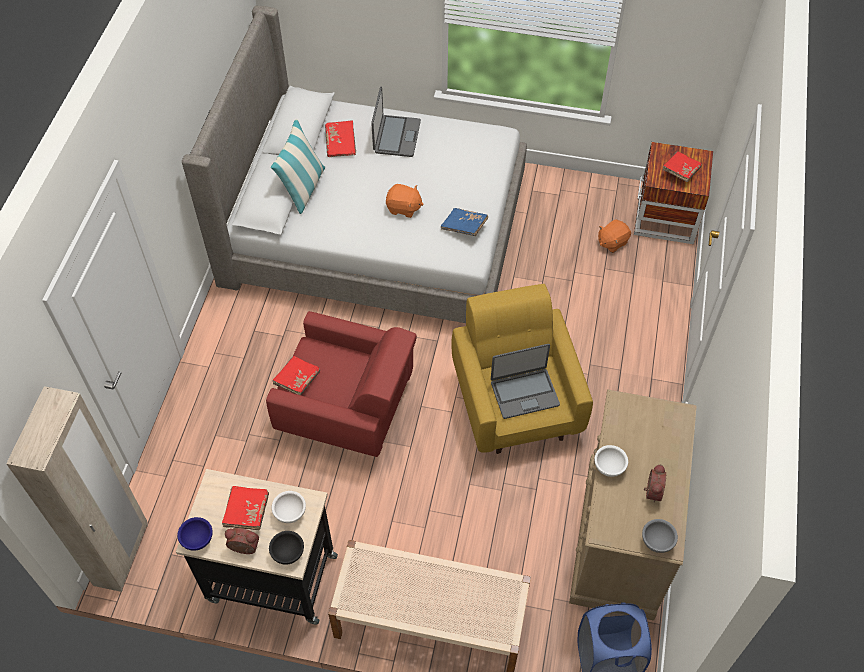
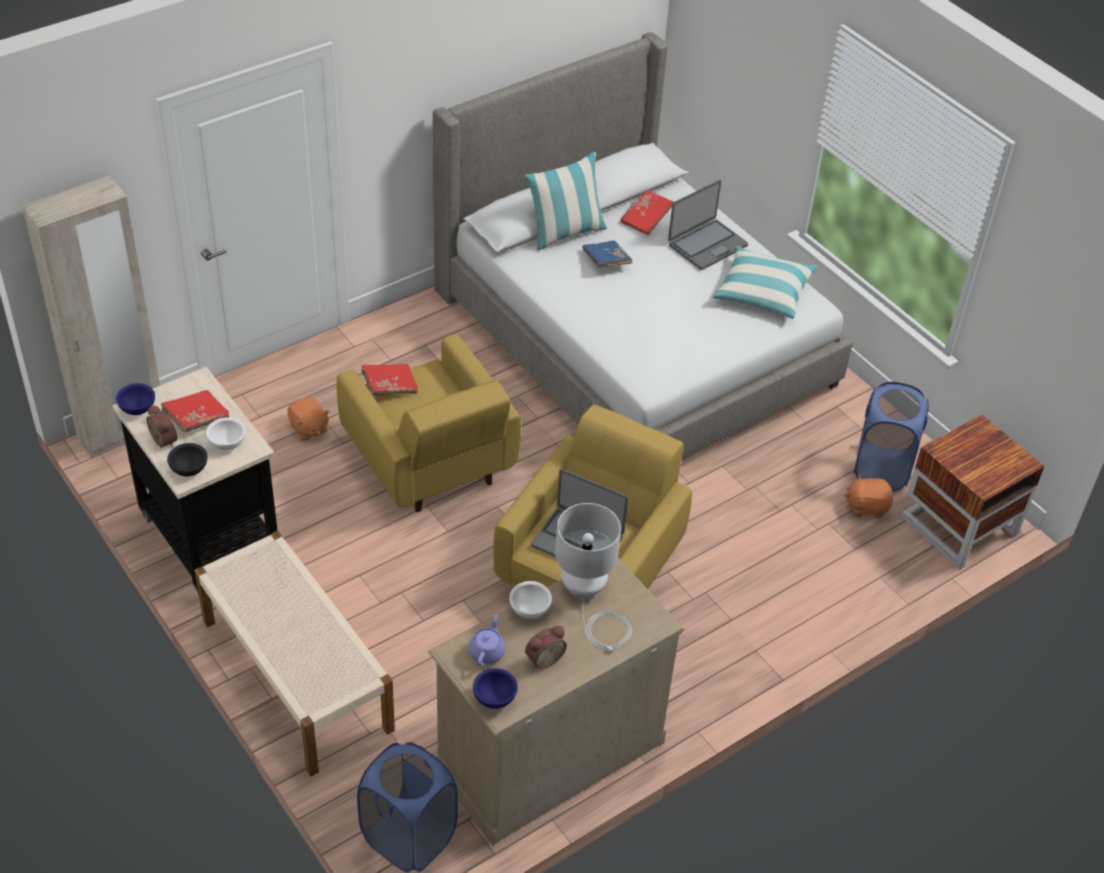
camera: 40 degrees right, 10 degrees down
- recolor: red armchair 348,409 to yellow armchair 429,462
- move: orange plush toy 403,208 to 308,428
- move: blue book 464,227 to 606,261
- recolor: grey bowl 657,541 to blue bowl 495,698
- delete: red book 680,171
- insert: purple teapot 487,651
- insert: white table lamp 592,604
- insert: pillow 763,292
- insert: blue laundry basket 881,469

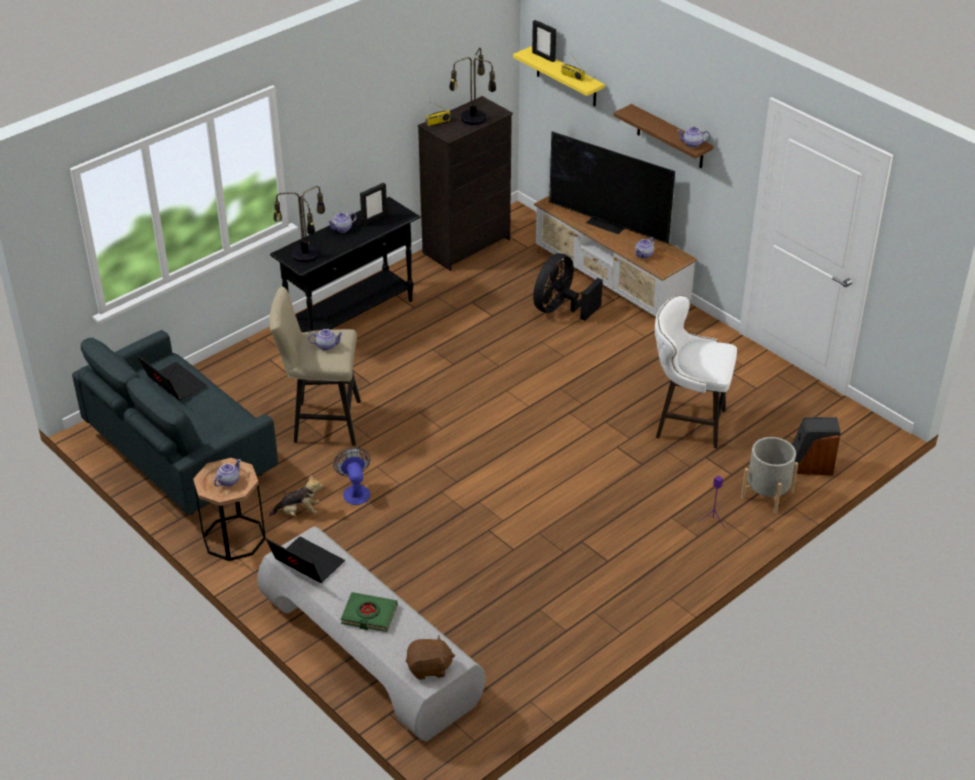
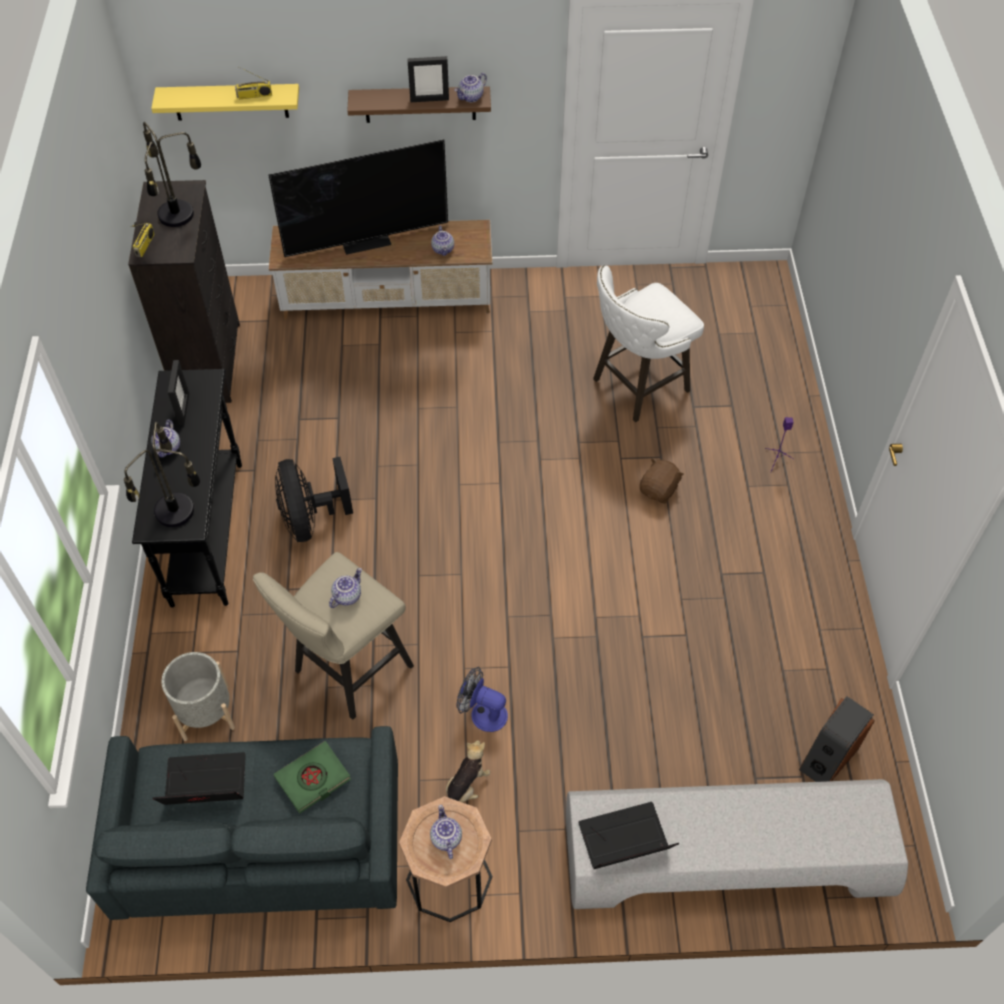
camera: 50 degrees left, 15 degrees up
- move: green book 369,615 to 313,779
- move: brown plush toy 429,668 to 659,490
- move: picture frame 544,56 to 429,99
- move: black fan 561,309 to 310,519
- move: grey planter 767,495 to 206,712
- move: speaker 810,466 to 828,757

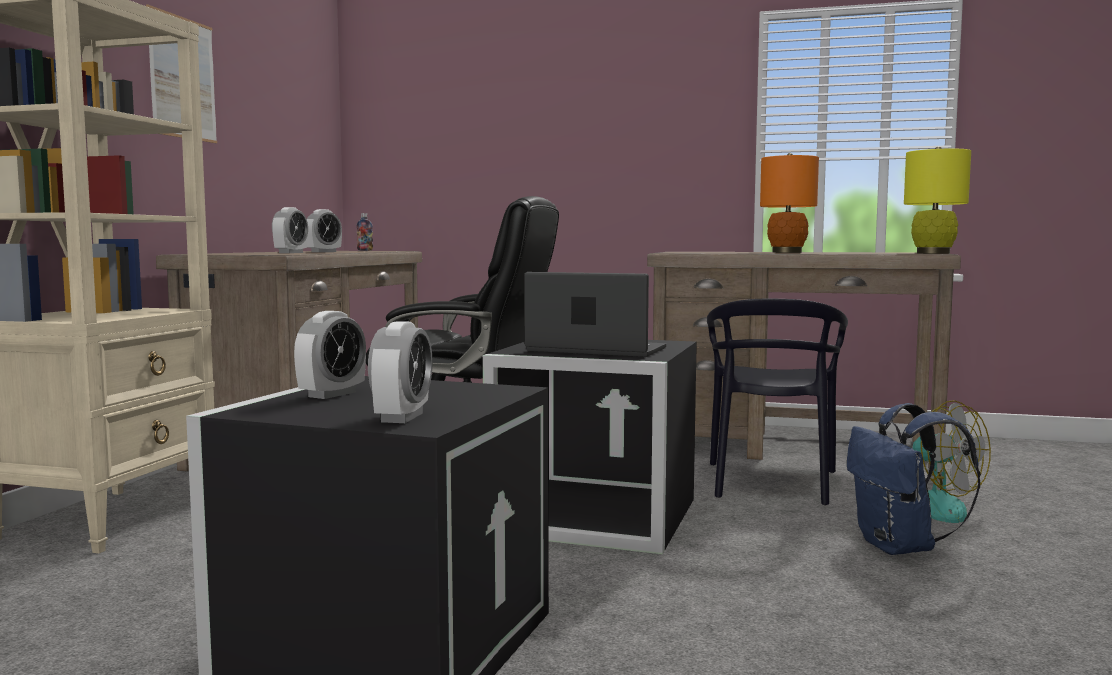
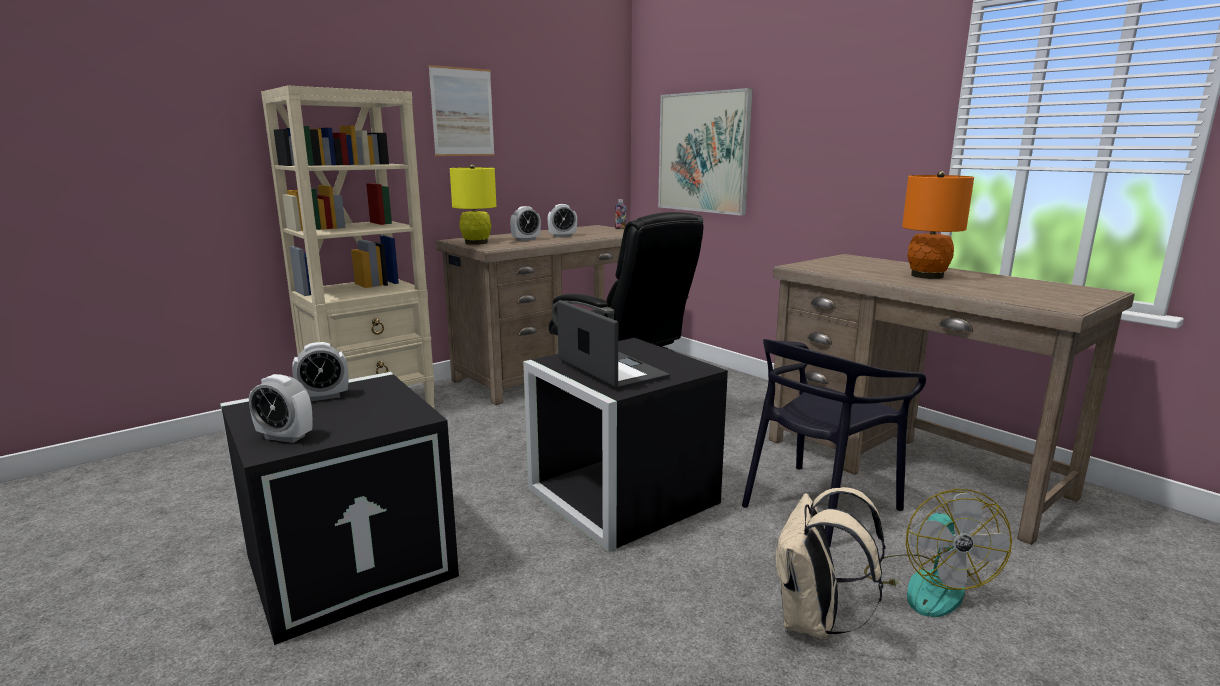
camera: 35 degrees right, 10 degrees up
- rotate: alarm clock 402,417 = 285,437 60 degrees clockwise
- recolor: blue backpack 900,547 to beige backpack 813,622
- move: yellow table lamp 932,253 to 476,243
- insert: picture 703,152

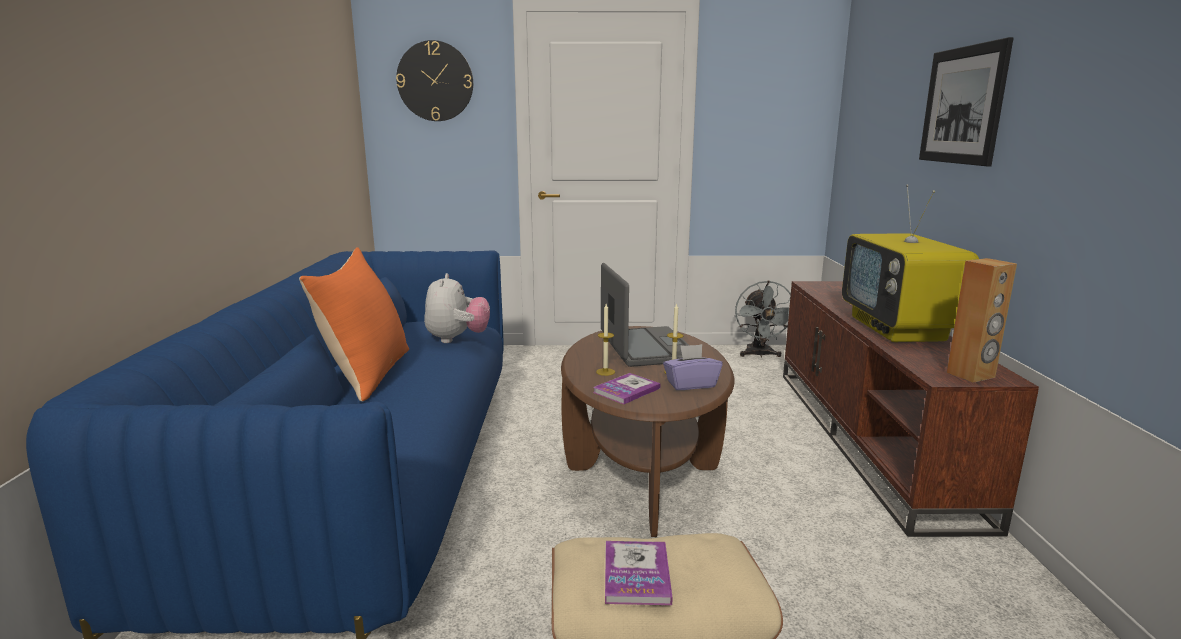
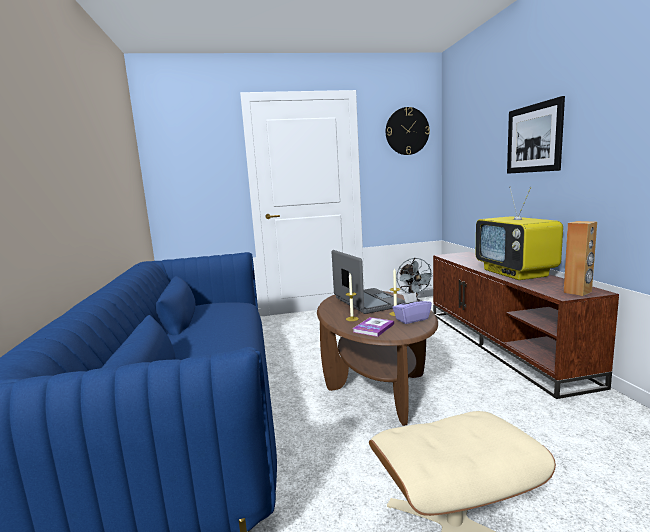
camera: 10 degrees left, 5 degrees down
- delete: orange pillow 368,374
- move: wall clock 435,81 to 407,131
- delete: plush toy 457,339
- delete: book 636,574

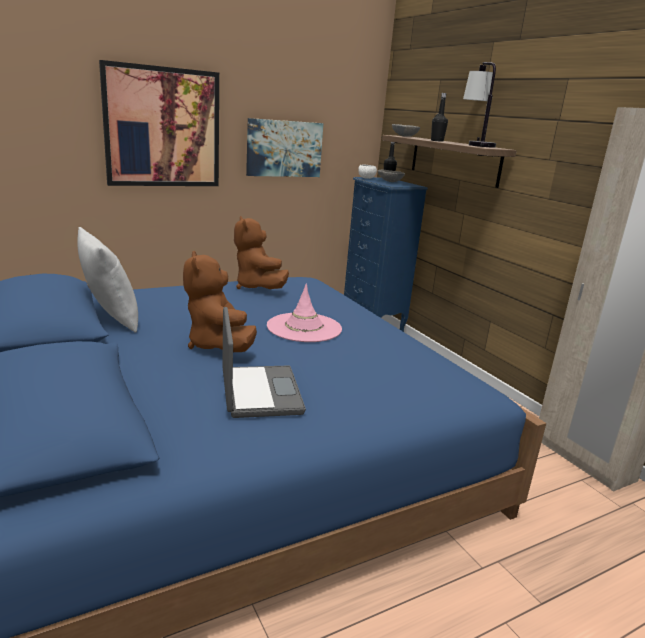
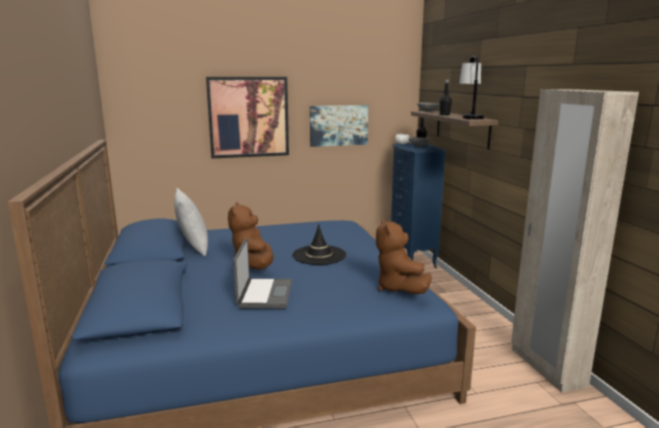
camera: 15 degrees right, 5 degrees down
- move: brown plush toy 257,287 to 399,288
- recolor: pink hat 304,328 to black hat 319,255

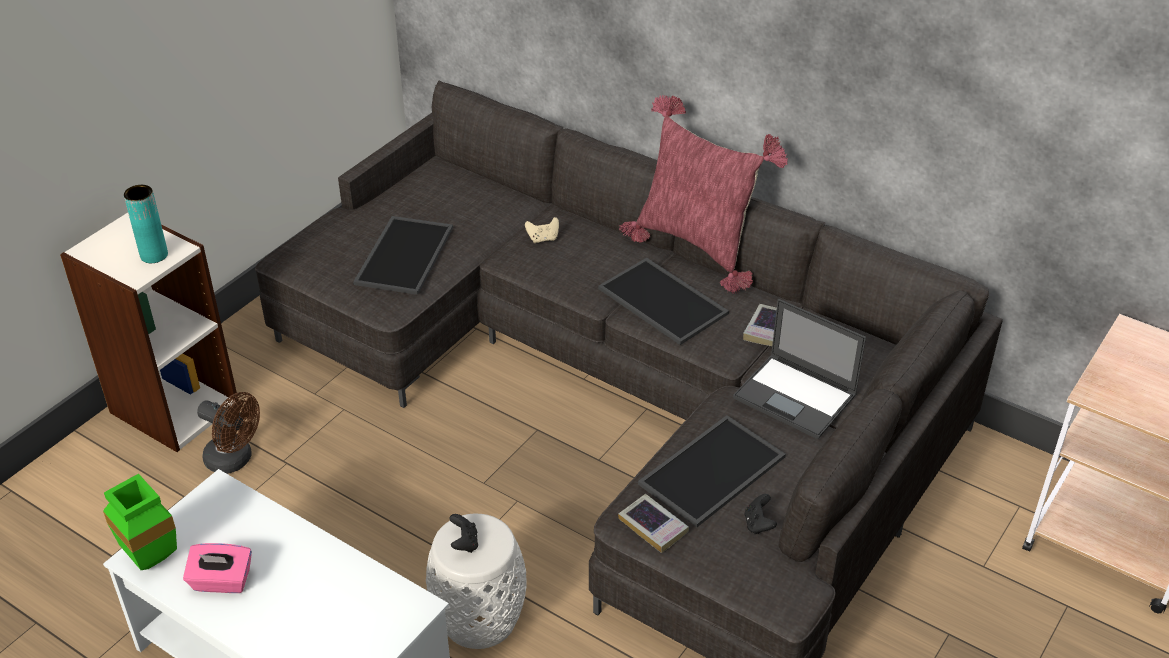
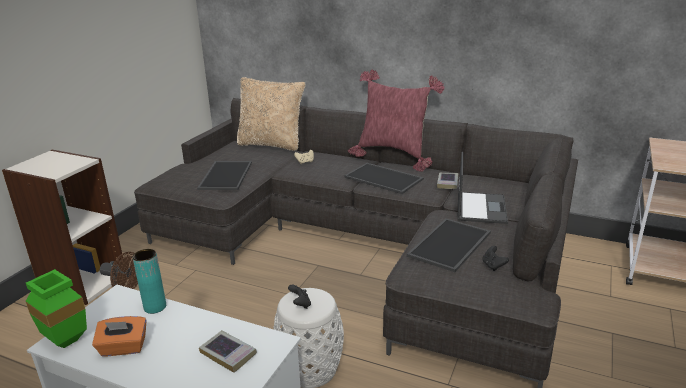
camera: 10 degrees left, 15 degrees down
- move: turquoise vase 154,255 to 155,307
- recolor: pink tissue box 221,582 to orange tissue box 123,348
- move: book 653,526 to 228,354
- rotate: laptop 796,397 = 481,207 105 degrees counterclockwise
- insert: beige pillow 271,146

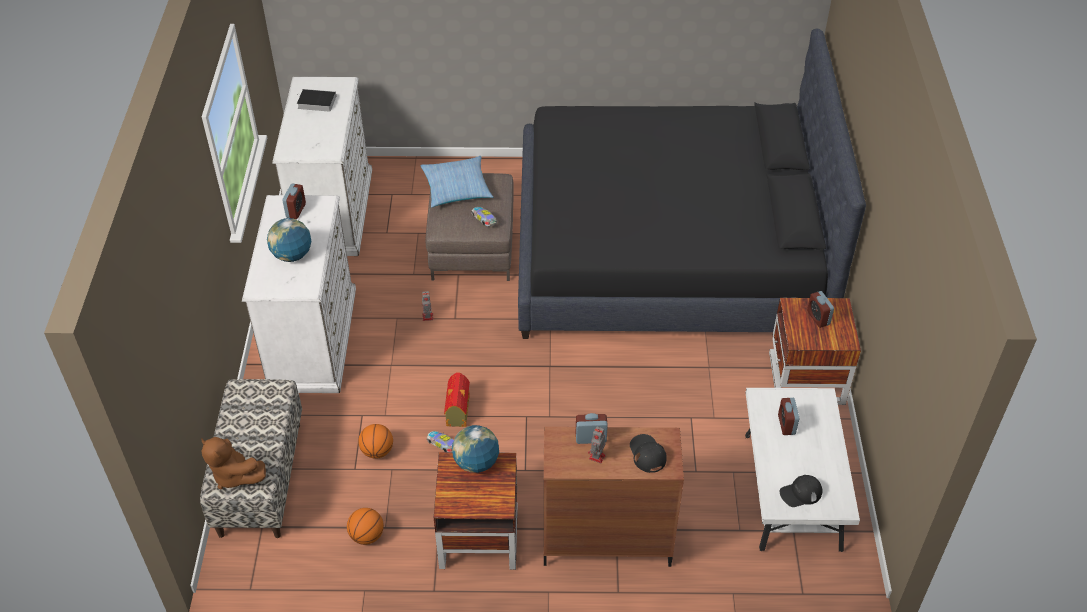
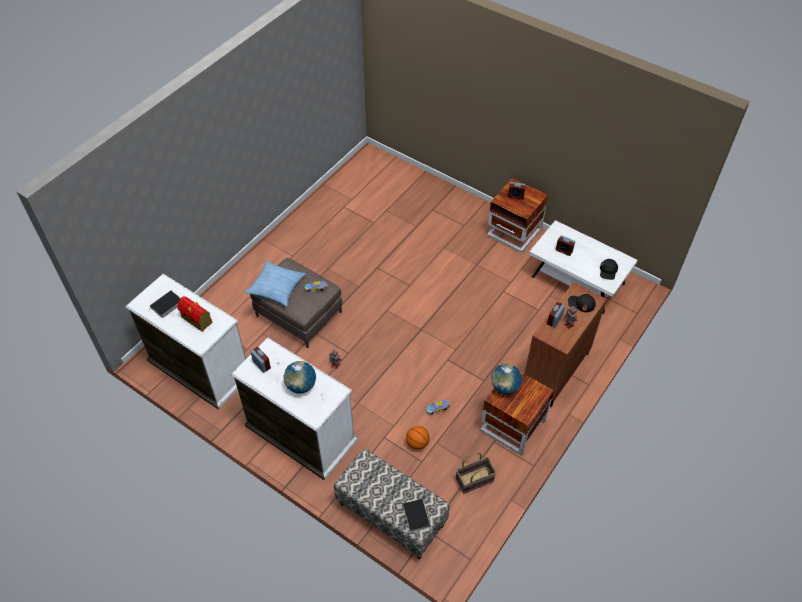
camera: 55 degrees left, 5 degrees up
- replace: brown plush toy 234,475 to book 416,515
- replace: basketball 367,536 to basket 474,479
- move: toy house 457,411 to 197,320
- delete: black bed 669,248

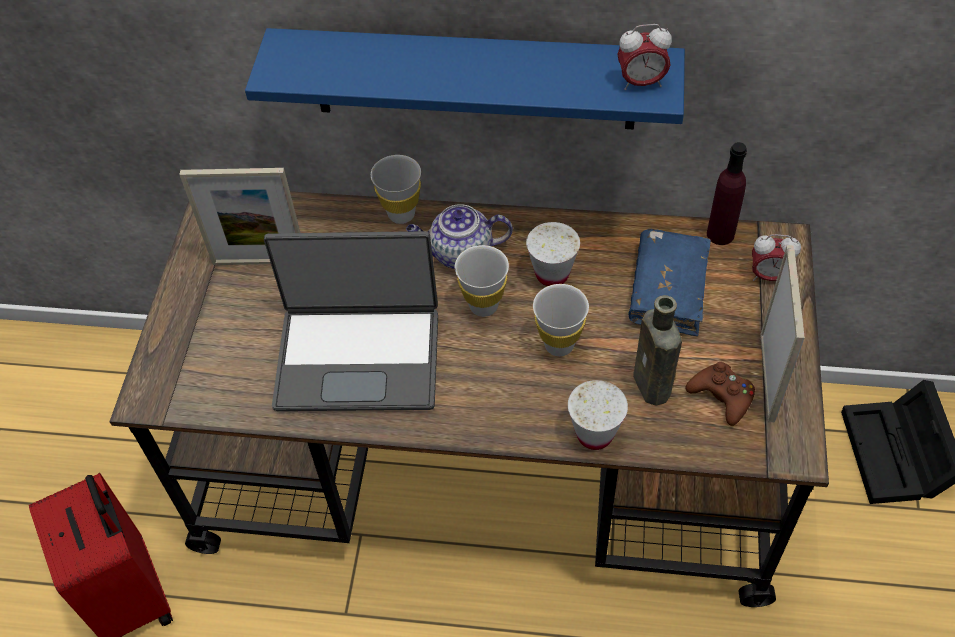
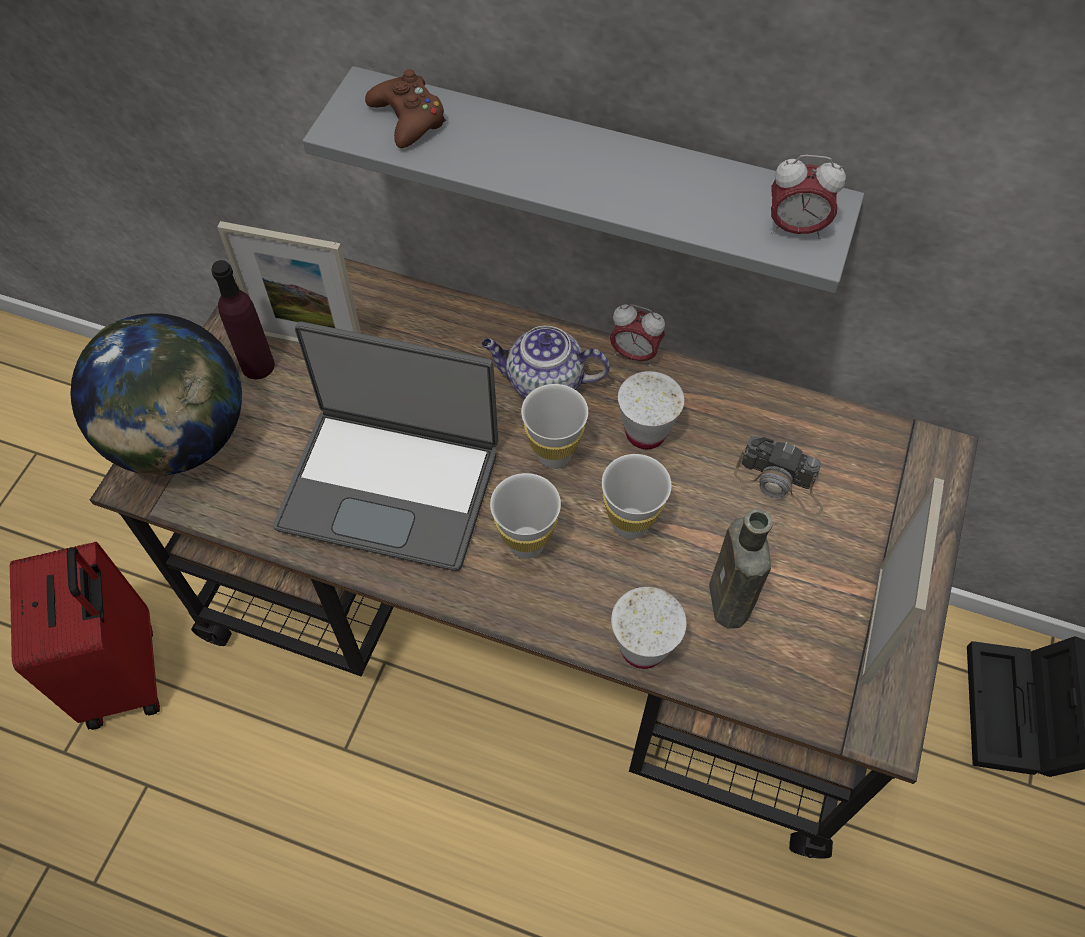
camera: 10 degrees right, 5 degrees up
- recolor: blue shelf 473,79 to grey shelf 594,178
- move: white cup 401,214 to 526,543
- replace: blue book 668,290 to photo camera 780,484
- move: brown game controller 722,396 to 408,119
- move: purple bottle 720,234 to 258,366
- move: alarm clock 769,276 to 634,354
- insert: globe 181,439

